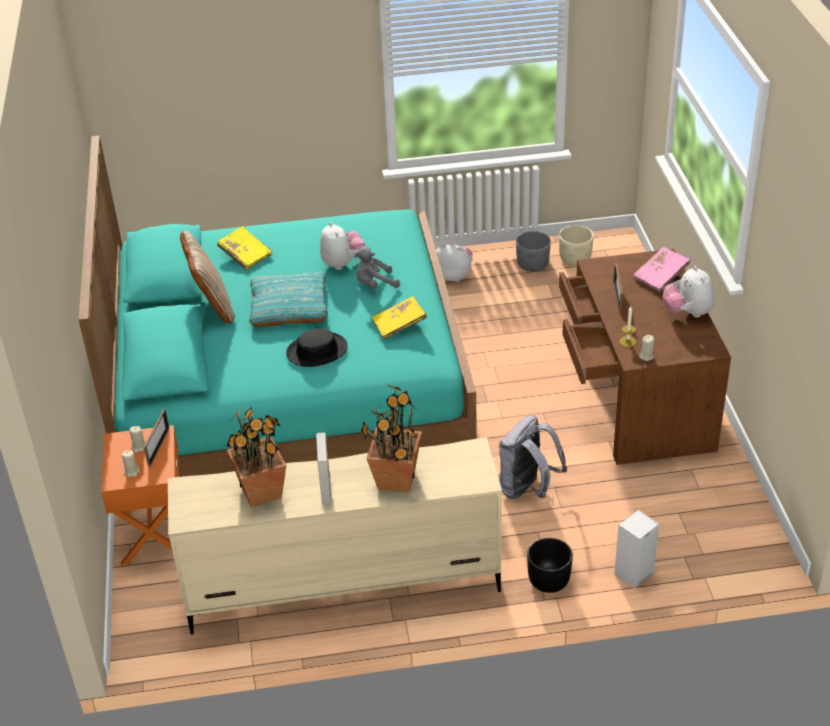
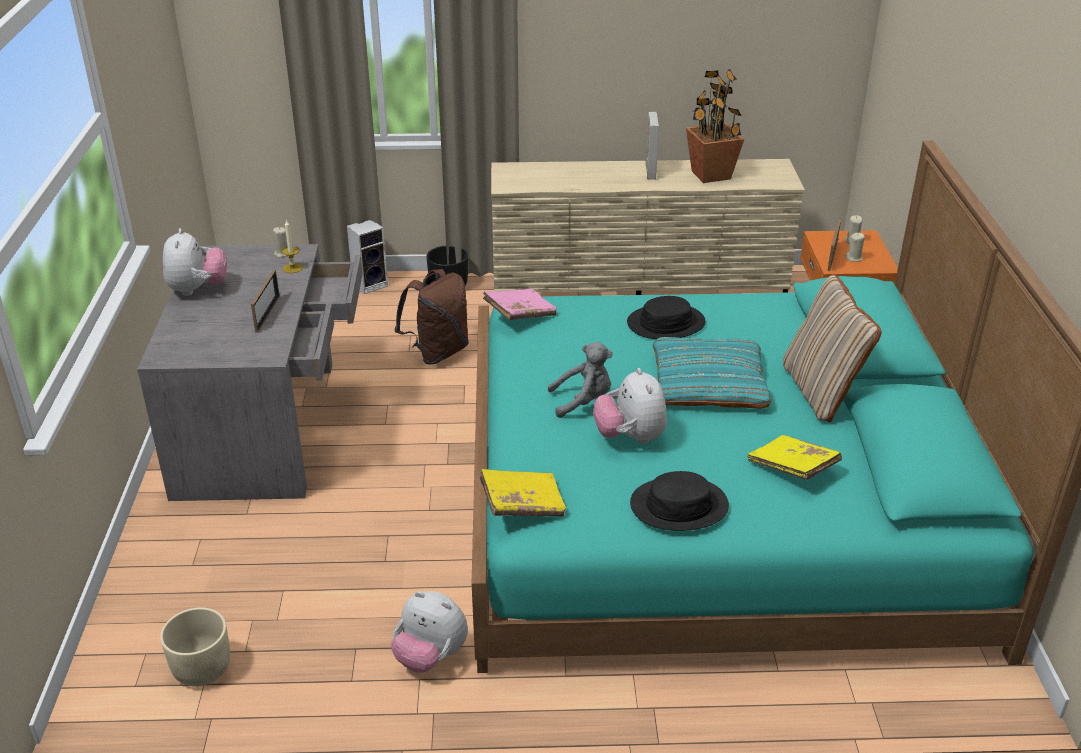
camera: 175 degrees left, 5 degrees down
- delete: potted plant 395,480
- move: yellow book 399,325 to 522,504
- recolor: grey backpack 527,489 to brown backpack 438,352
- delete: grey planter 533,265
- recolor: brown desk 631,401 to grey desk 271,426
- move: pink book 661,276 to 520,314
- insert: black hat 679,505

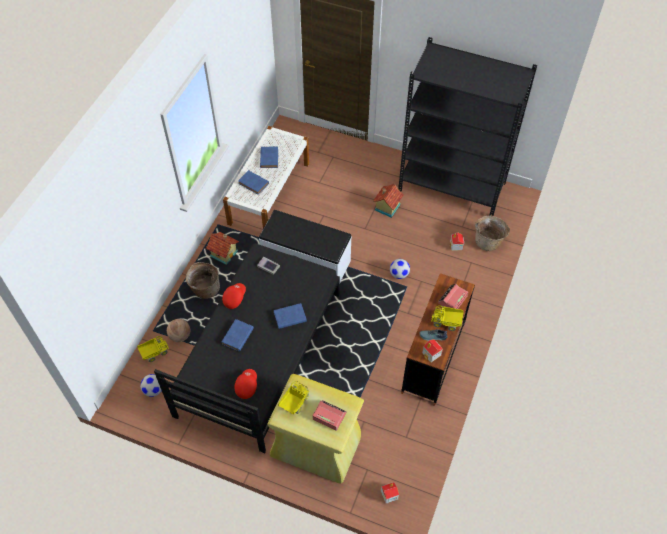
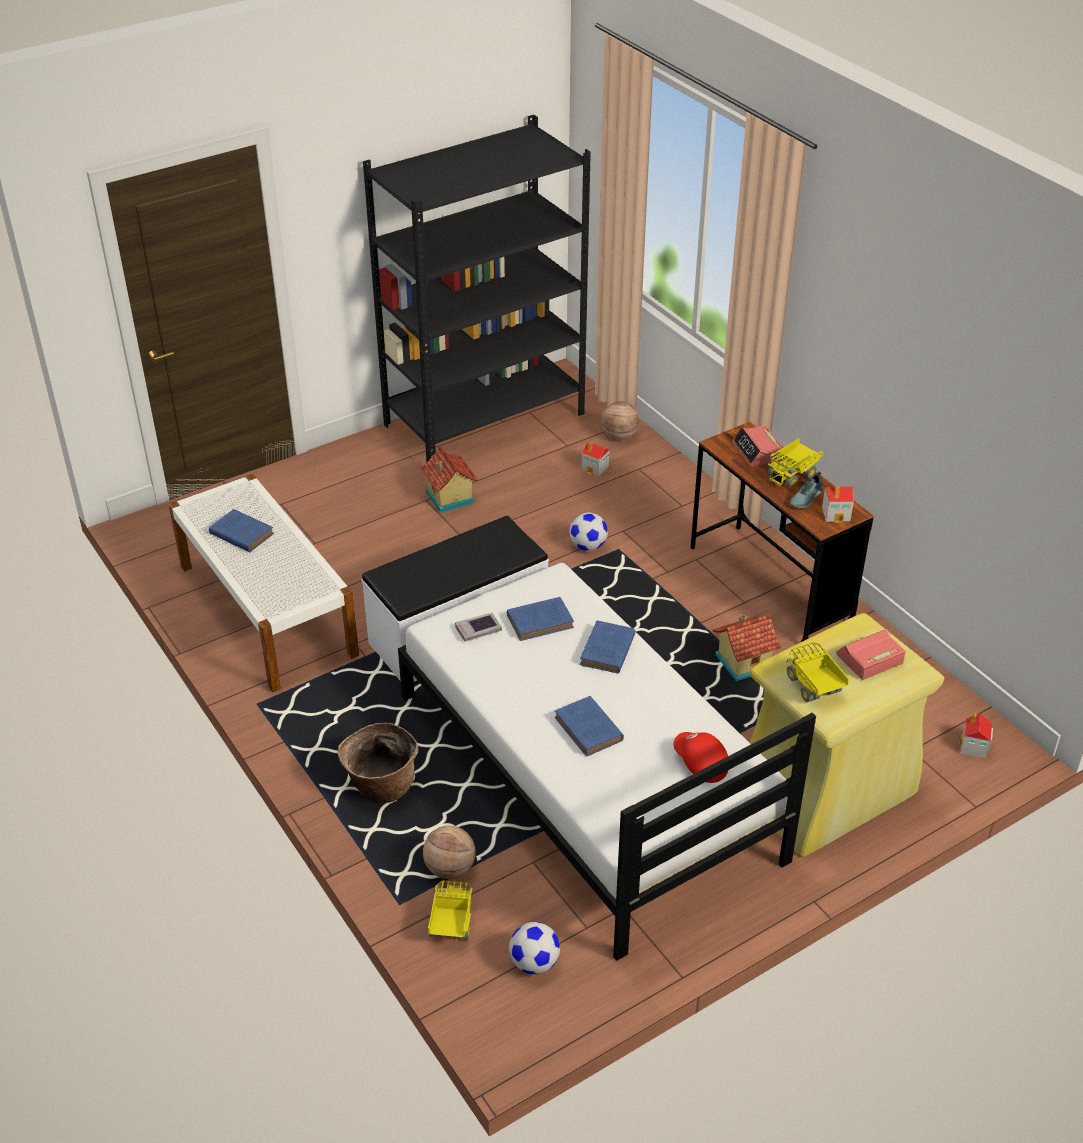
camera: 55 degrees left, 15 degrees down
- recolor: black bed 259,353 to white bed 585,776
- move: toy house 224,253 to 742,662
- delete: red cap 234,298
- move: blue book 254,184 to 542,621
- replace: basket 488,241 to basketball 619,435

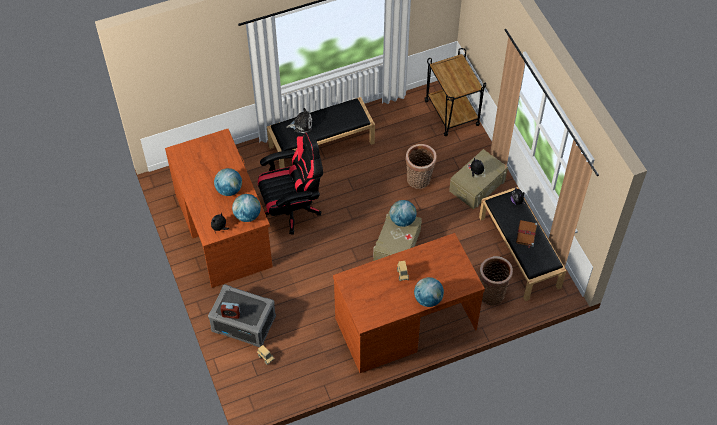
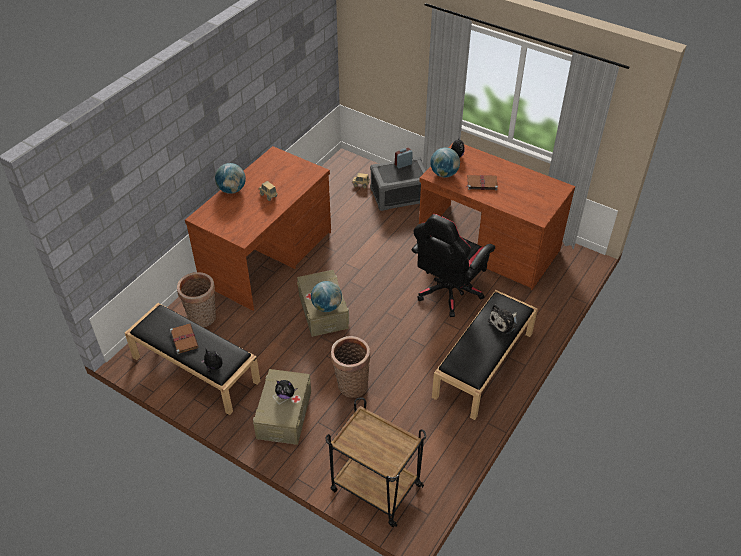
camera: 145 degrees right, 10 degrees down
- replace: globe 229,190 to brown book 481,183

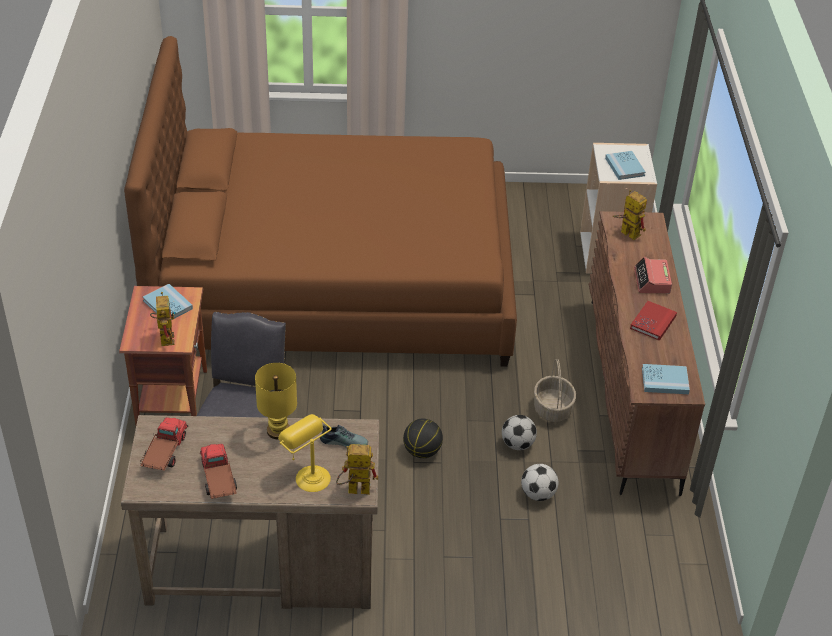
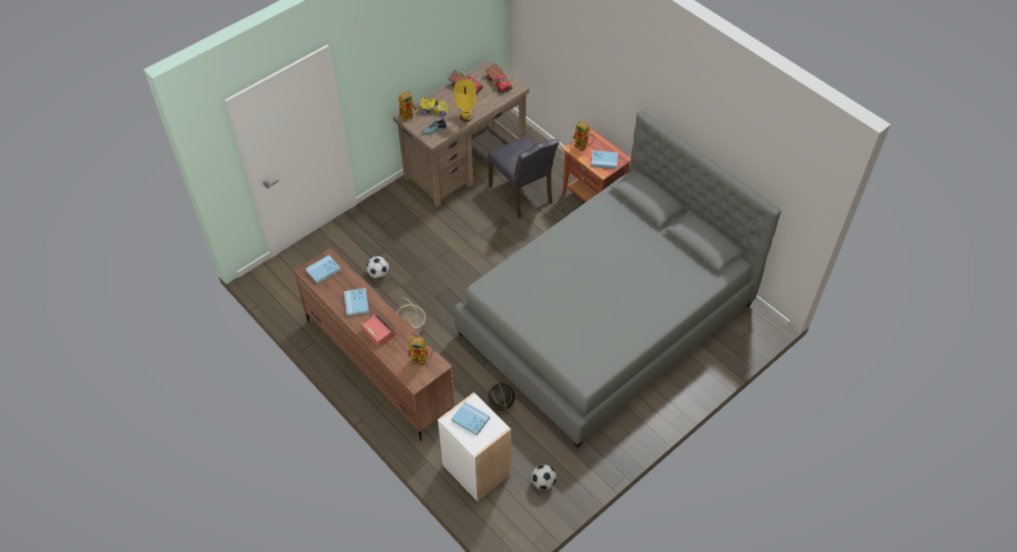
camera: 140 degrees right, 10 degrees up
- recolor: brown bed 333,281 to grey bed 607,319
- replace: yellow table lamp 307,474 to toy car 433,109
- move: basketball 422,451 to 501,403
- move: football 517,444 to 543,482
- recolor: red book 653,322 to blue book 356,303

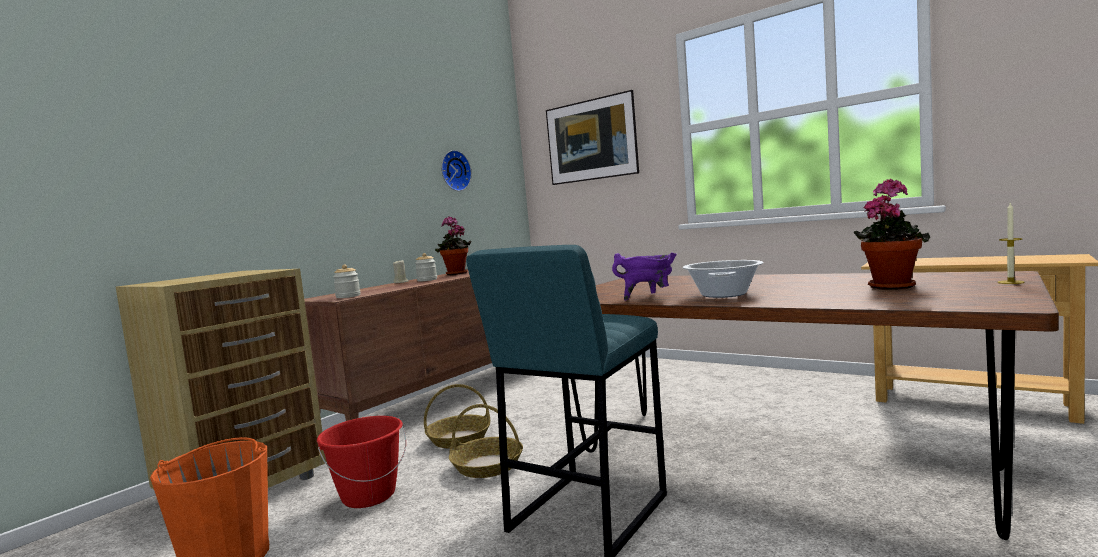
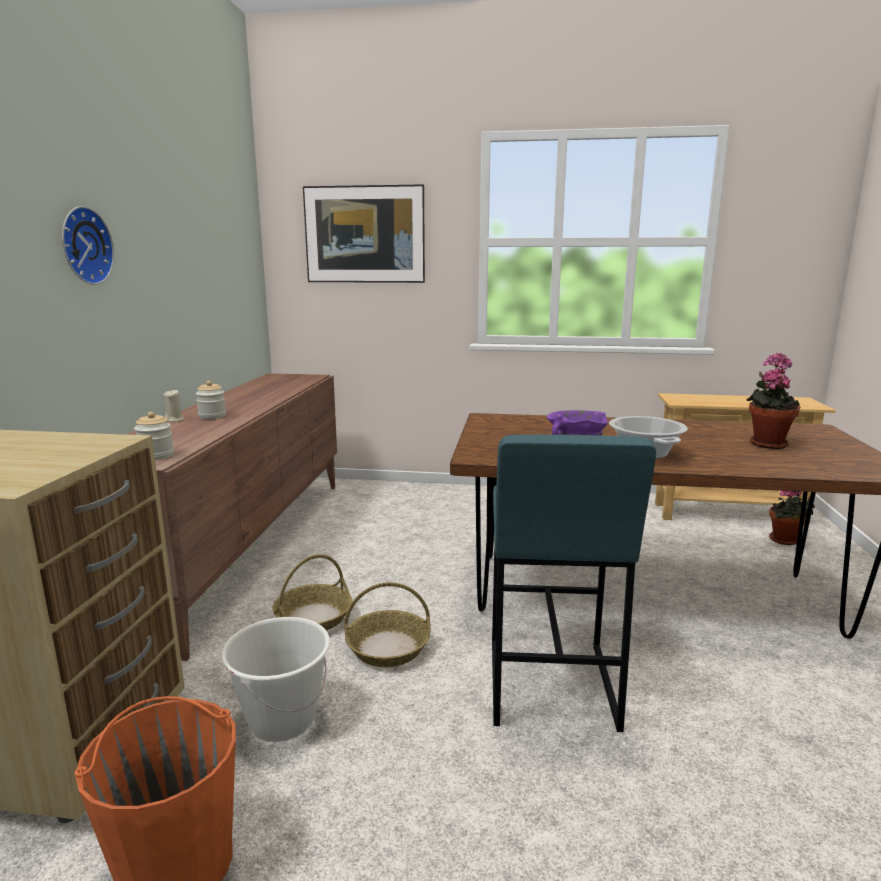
camera: 30 degrees left, 10 degrees up
- recolor: red bucket 368,496 to white bucket 282,719
- move: potted plant 456,274 to 786,541
- move: wall clock 454,171 to 83,246
- delete: candle 1010,282

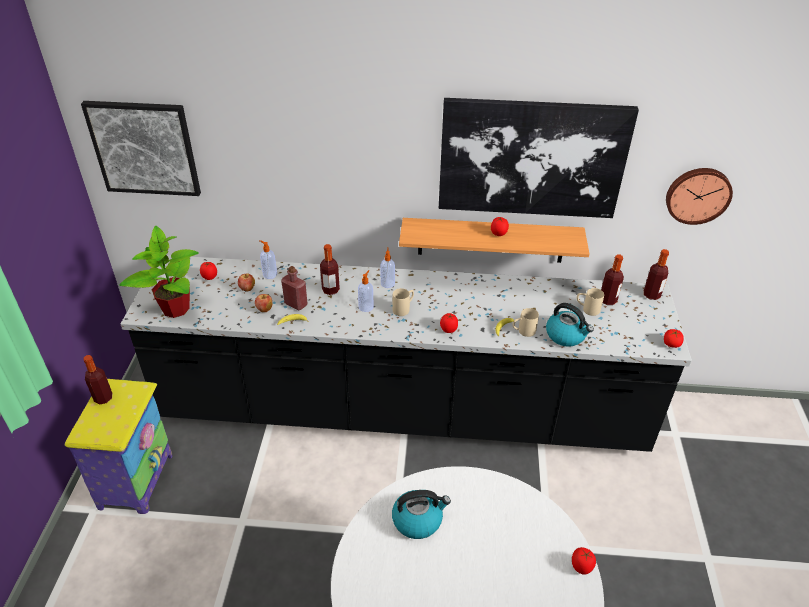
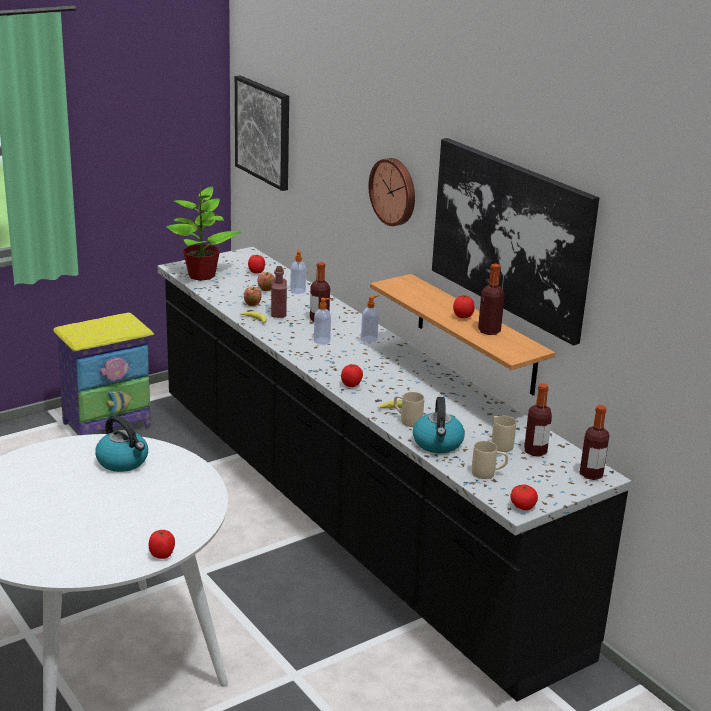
camera: 50 degrees right, 15 degrees down
- move: bottle 103,398 to 489,331
- move: beige mug 404,309 to 488,473
- move: wall clock 697,194 to 394,191

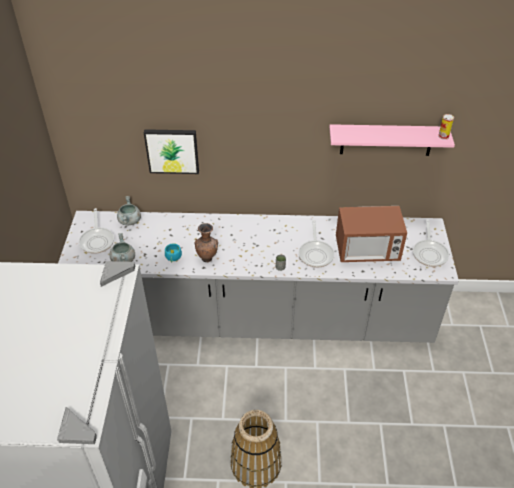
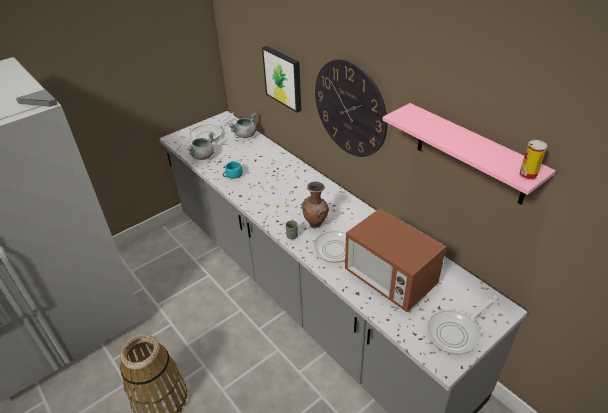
camera: 50 degrees right, 5 degrees down
- move: brown vase 207,258 to 316,224
- insert: wall clock 350,109

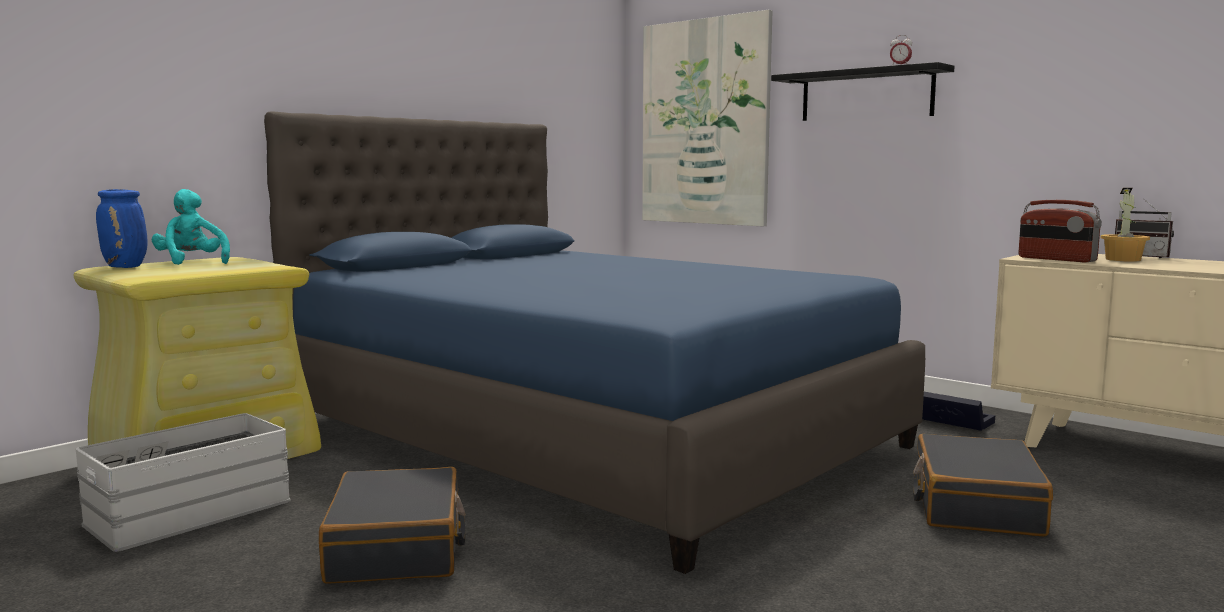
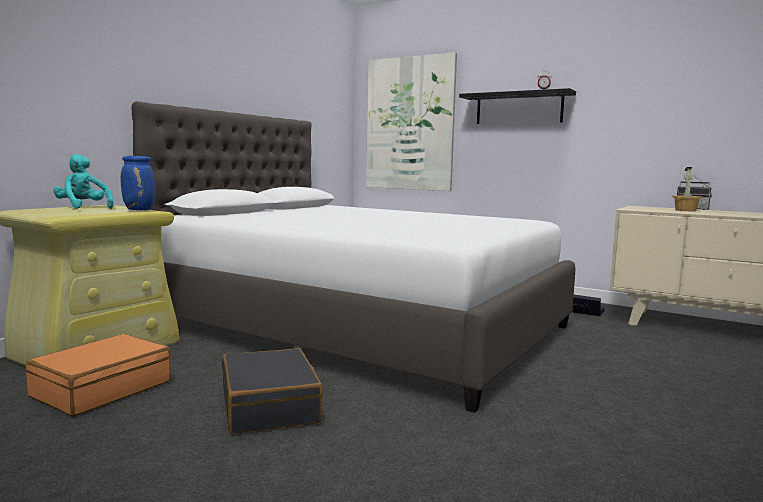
camera: 10 degrees left, 0 degrees up
- replace: grey storage box 190,513 to orange suitcase 101,389
- move: blue vase 126,267 to 140,210
- recolor: blue bed 585,434 to white bed 359,325
- delete: black suitcase 975,505
- delete: radio 1056,259

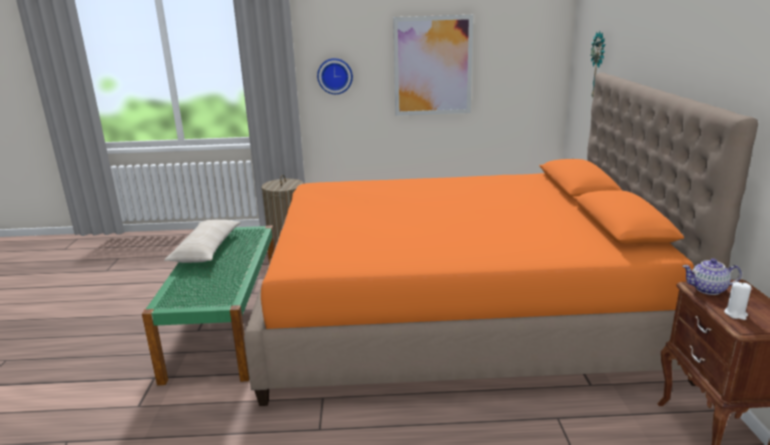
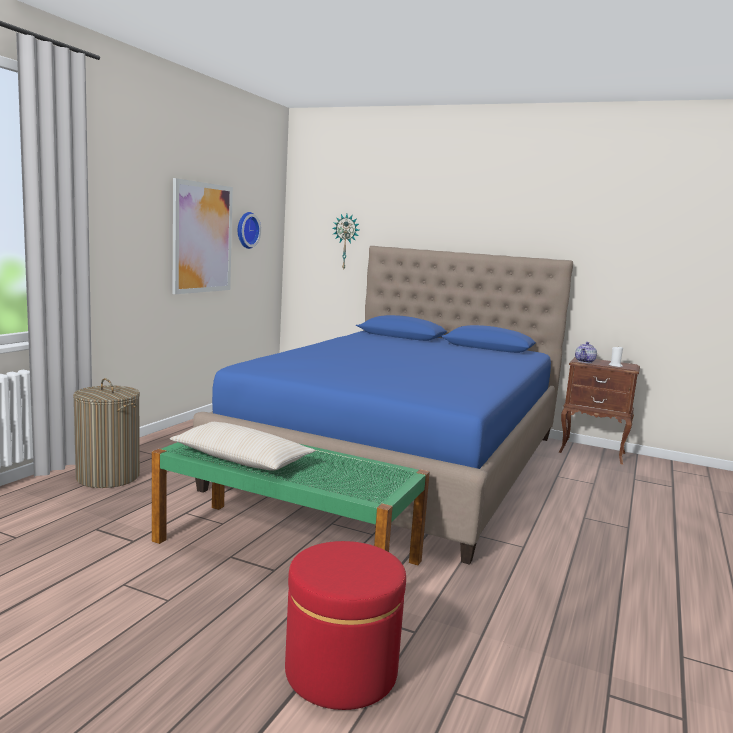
camera: 65 degrees left, 10 degrees down
- recolor: orange bed 458,315 to blue bed 401,460
- move: wall clock 335,76 to 246,230
- insert: red ottoman 341,671

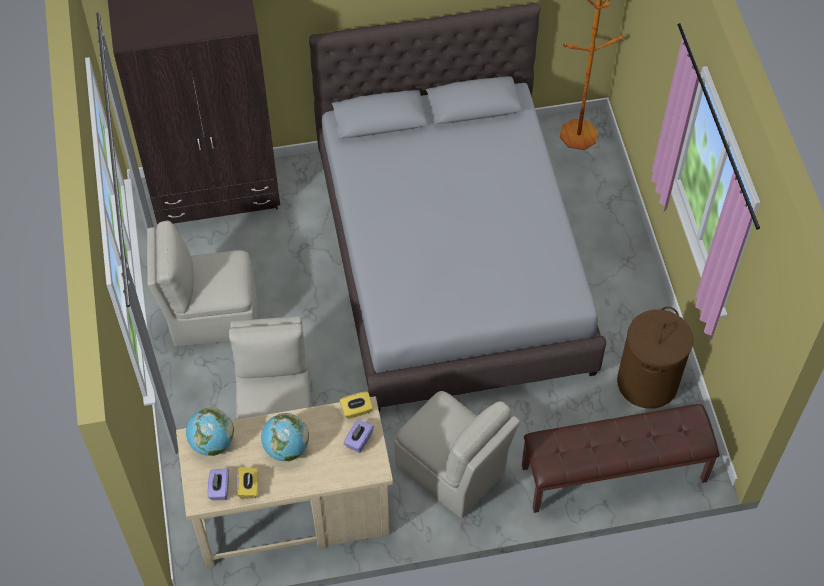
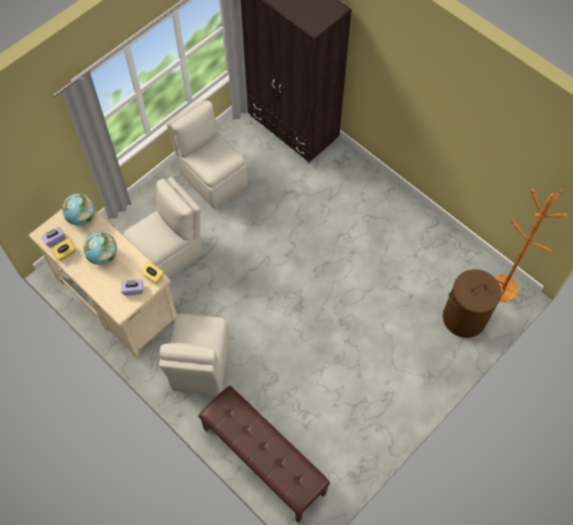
camera: 55 degrees right, 5 degrees up
- delete: grey bed 452,259
- move: brown laundry basket 647,382 to 464,318

